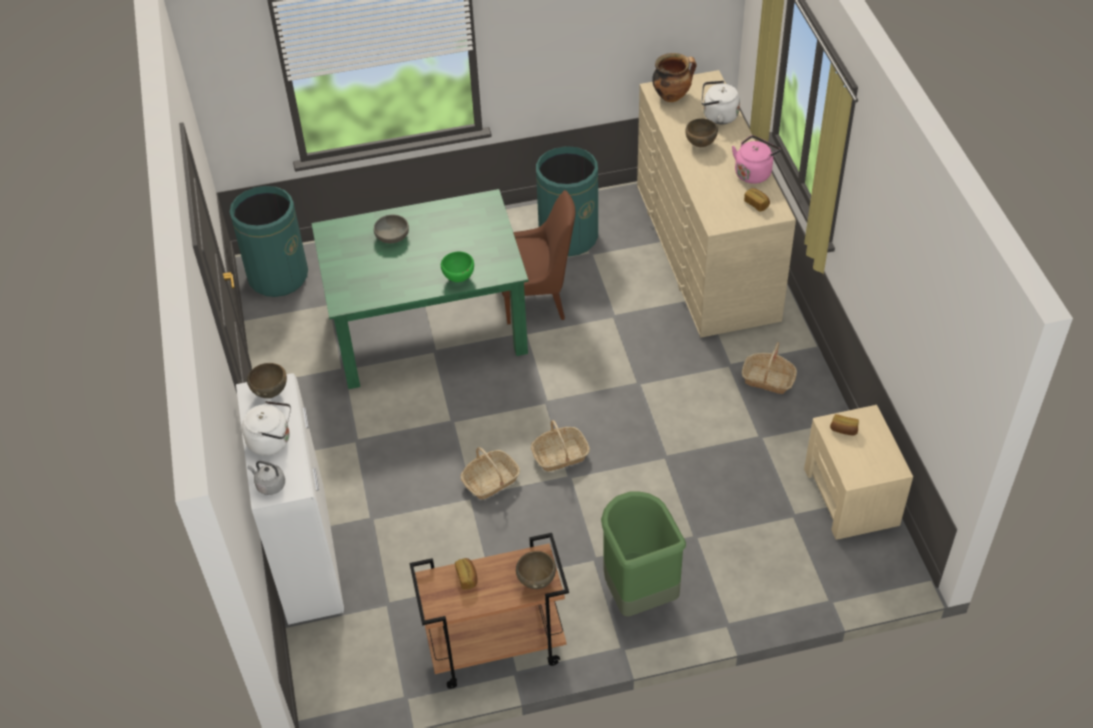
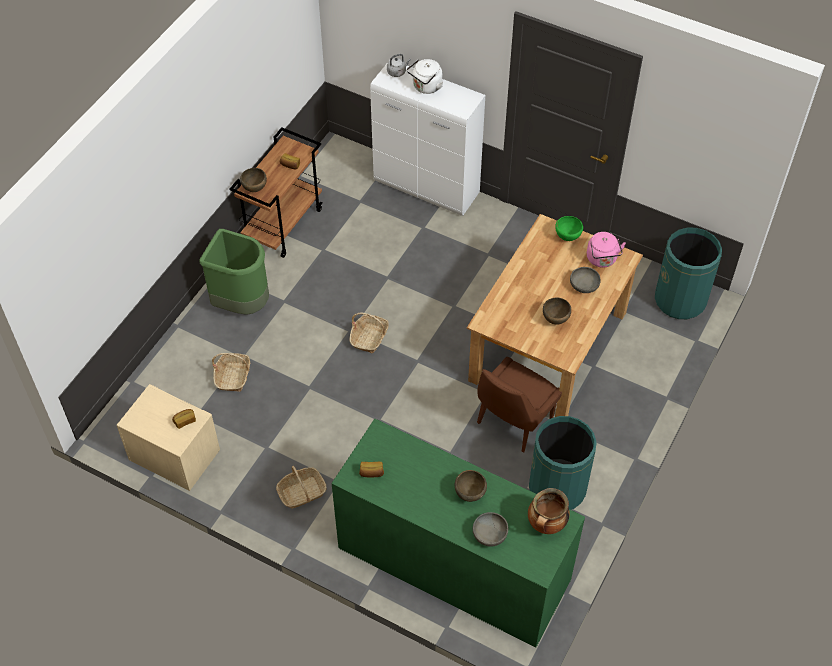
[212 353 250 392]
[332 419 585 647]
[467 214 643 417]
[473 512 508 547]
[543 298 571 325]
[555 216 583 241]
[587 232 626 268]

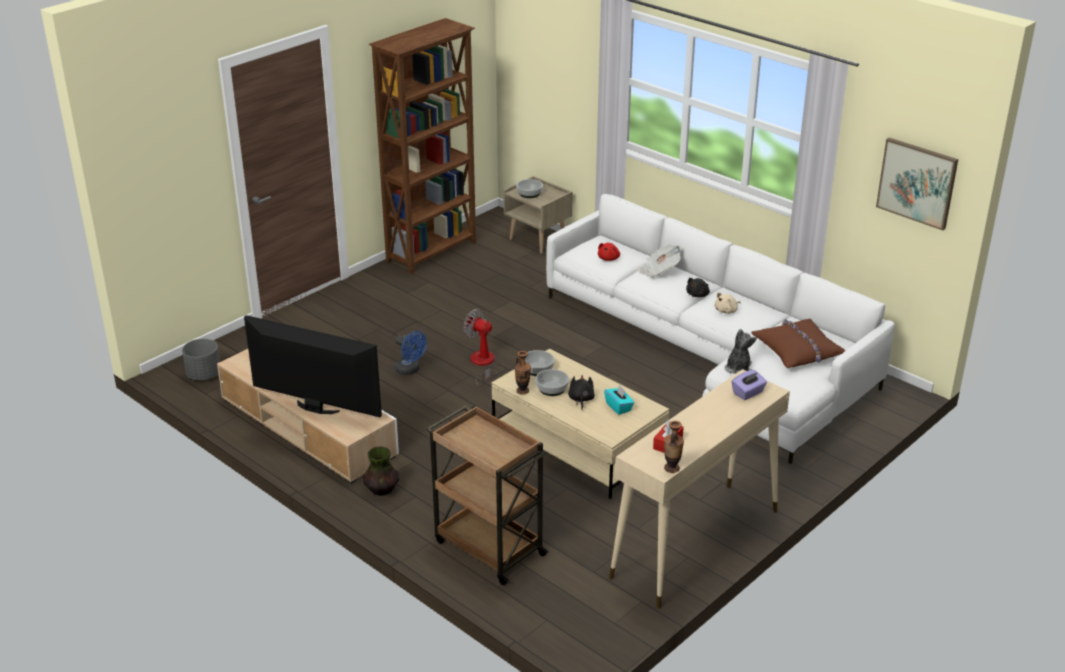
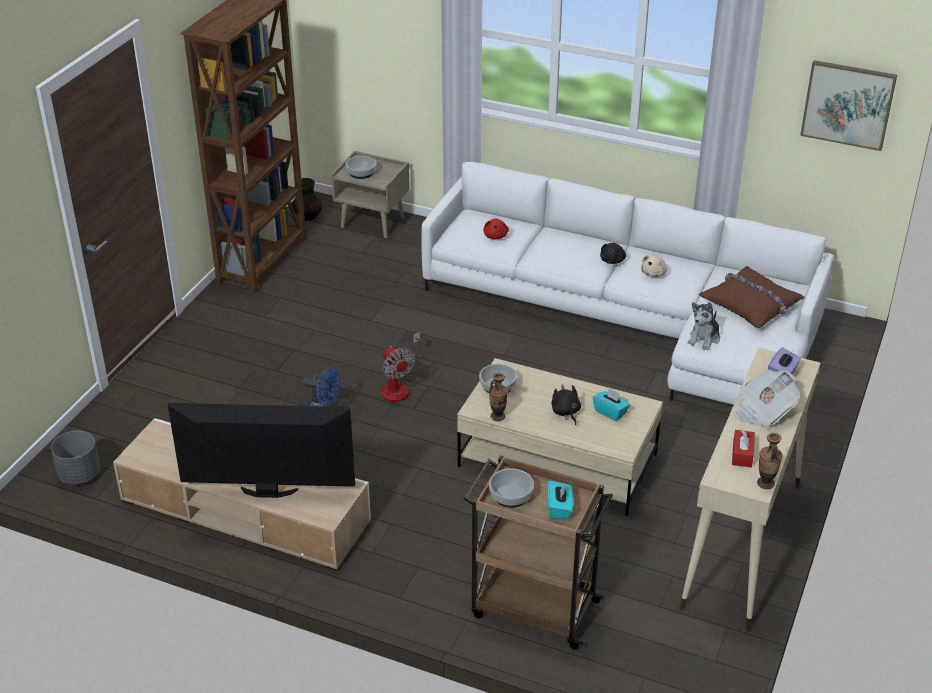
[292 178 323 221]
[381 332 423 402]
[489 468 534 508]
[547 481 573 519]
[688 302 720 350]
[734 370 800 429]

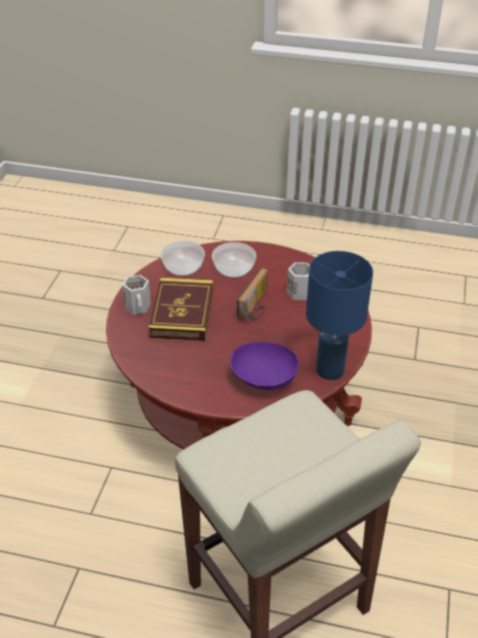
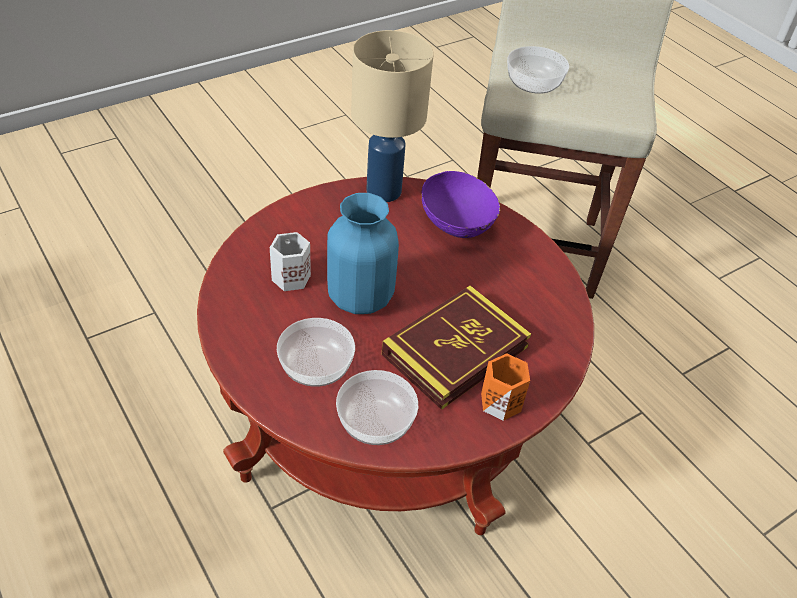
[327 193 399 314]
[351 30 434 202]
[481 353 530 421]
[507 46 569 94]

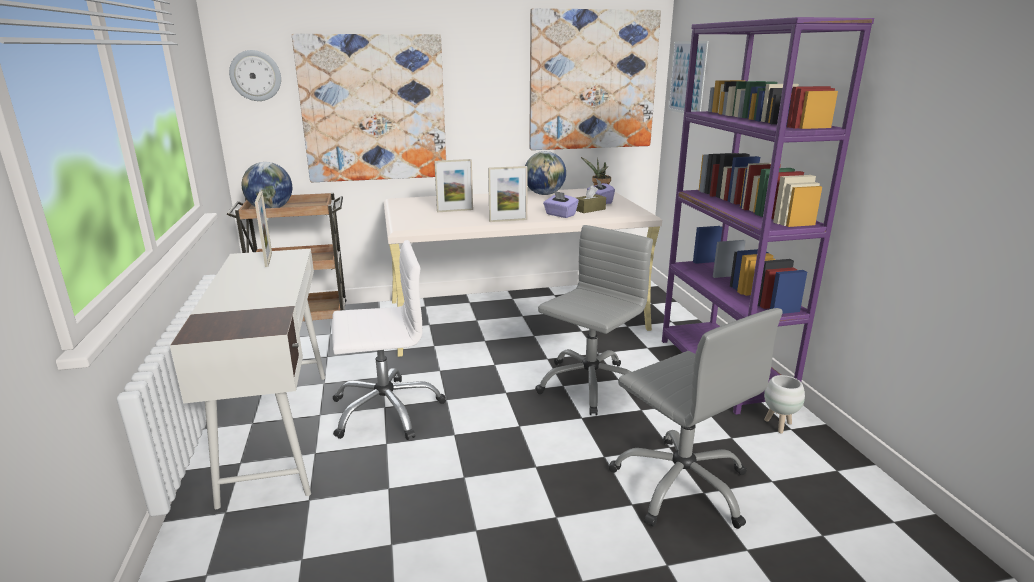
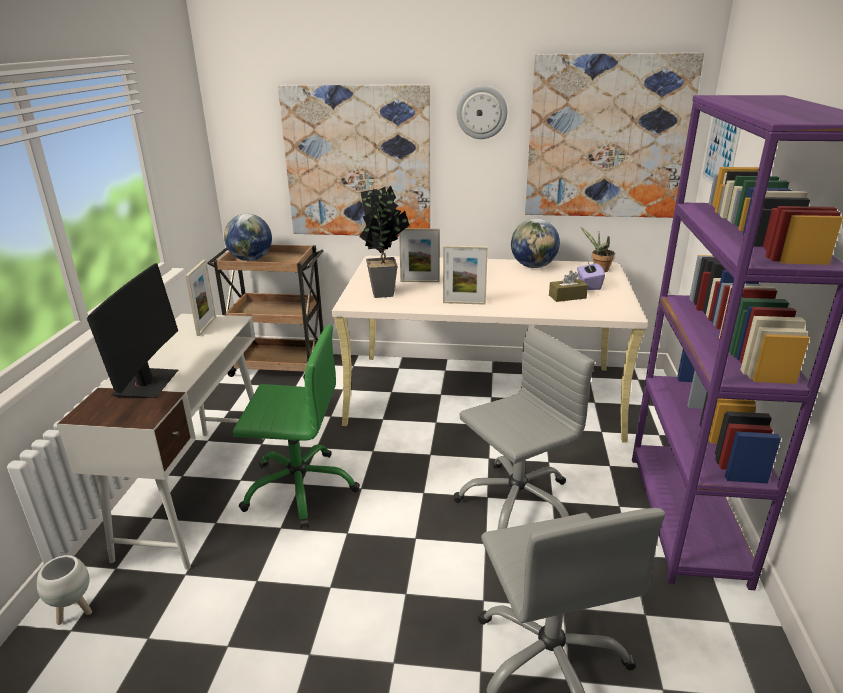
[37 555 92 625]
[87 263 178 398]
[233 324 360 529]
[359 185 409 298]
[457 86 507 139]
[543 191 579 218] (first image)

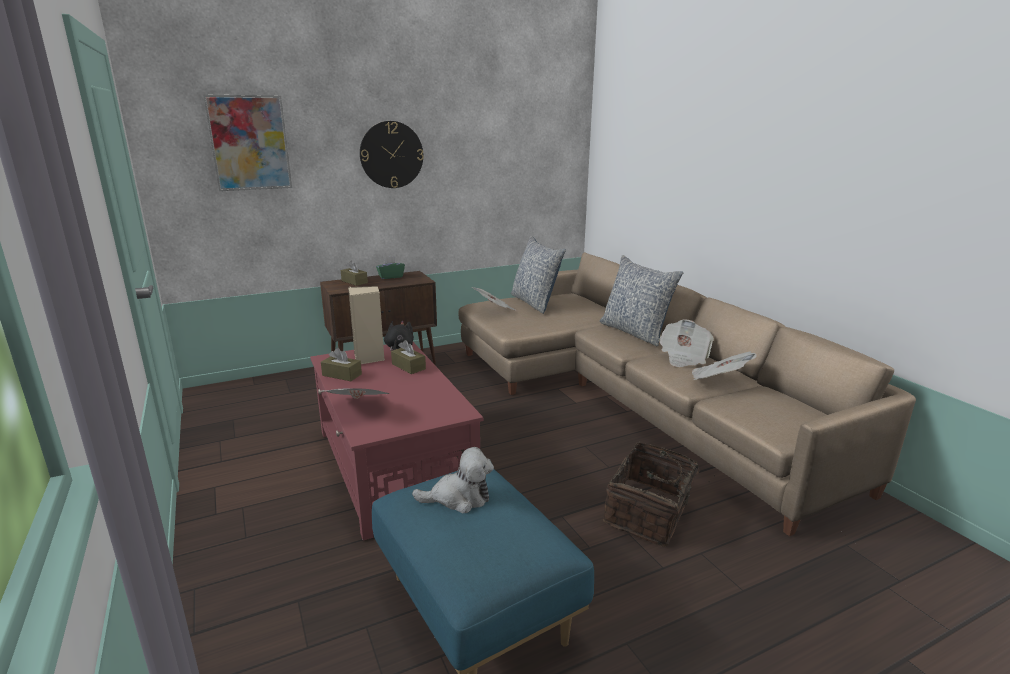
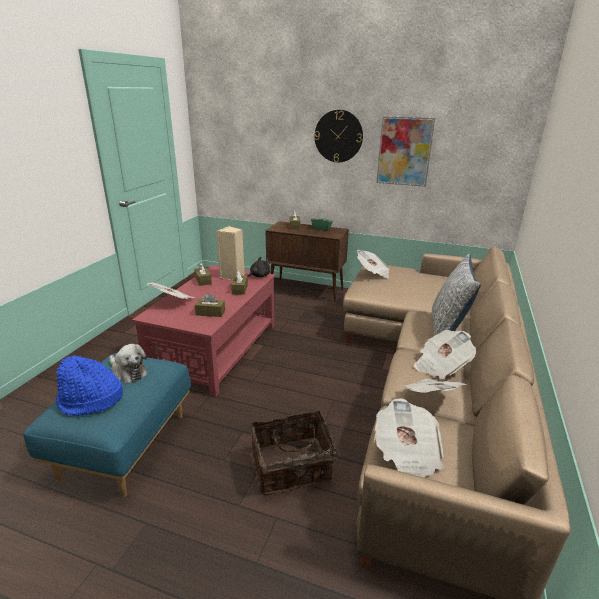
[56 355 123 416]
[195 293 225 317]
[374 398 444 477]
[376 116 435 187]
[511 236 566 314] (first image)

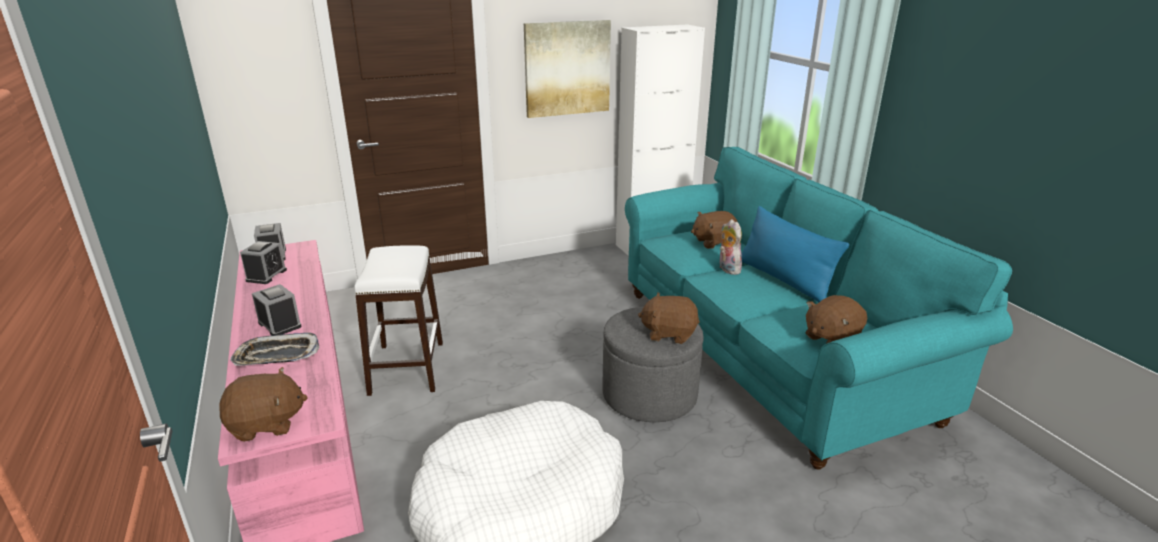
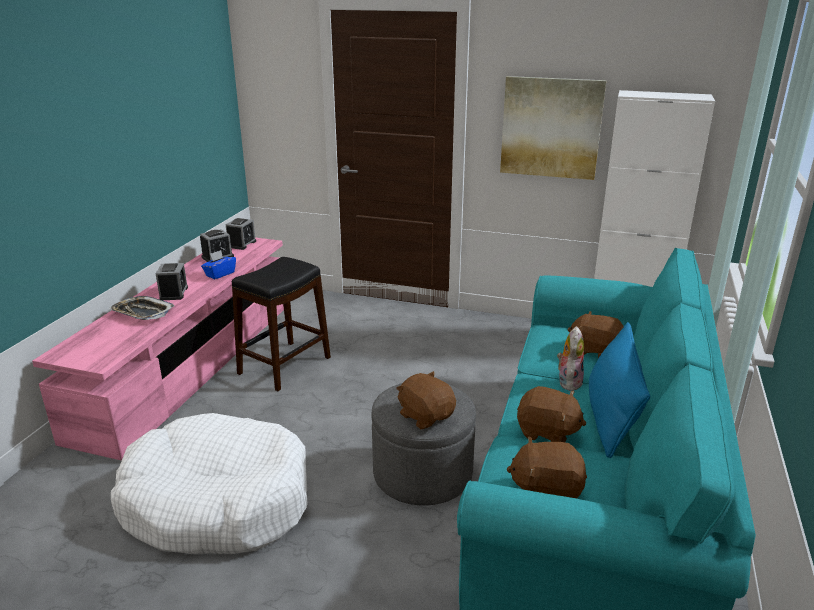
[201 250 236 279]
[232 257 331 391]
[517 386 586 442]

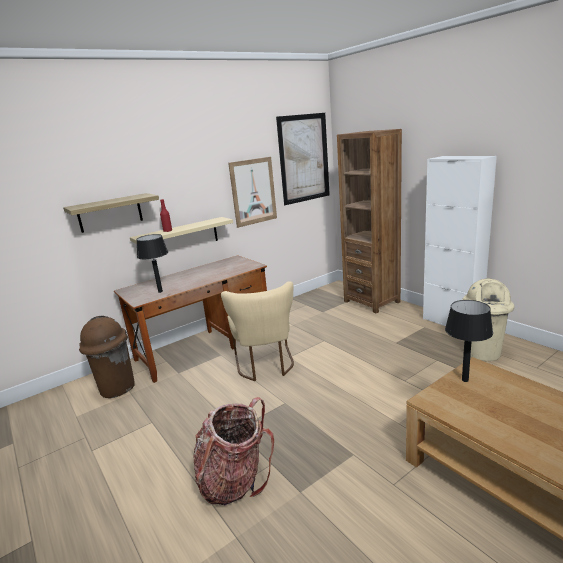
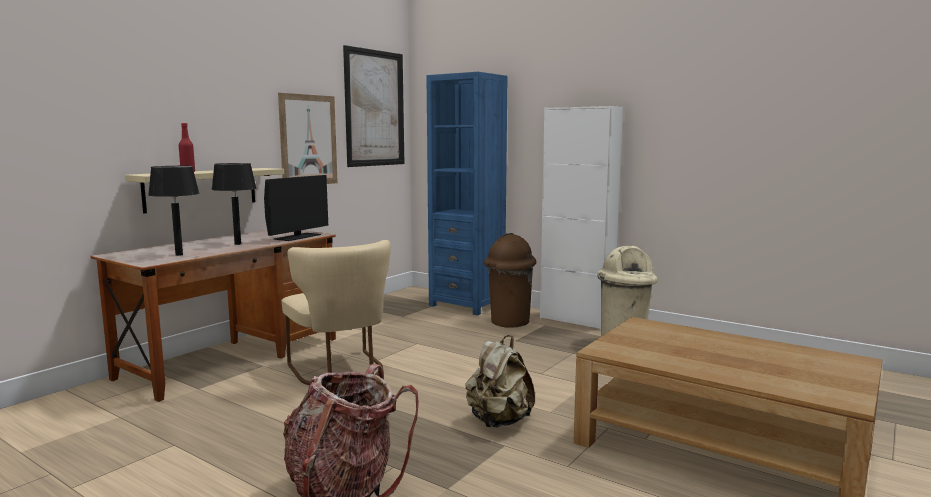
[211 163 257 245]
[264 175 328 241]
[426 72 508 315]
[466 335 535 427]
[484 233 536 328]
[63 193 159 233] (first image)

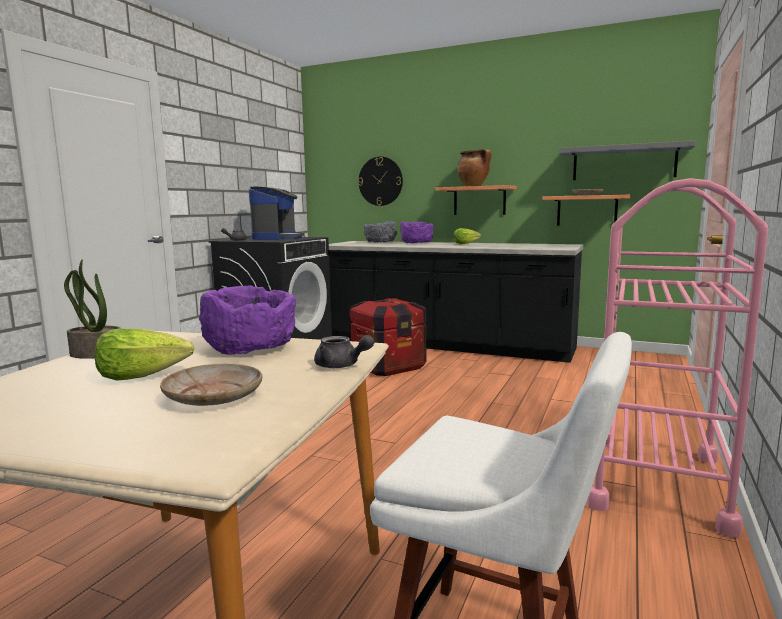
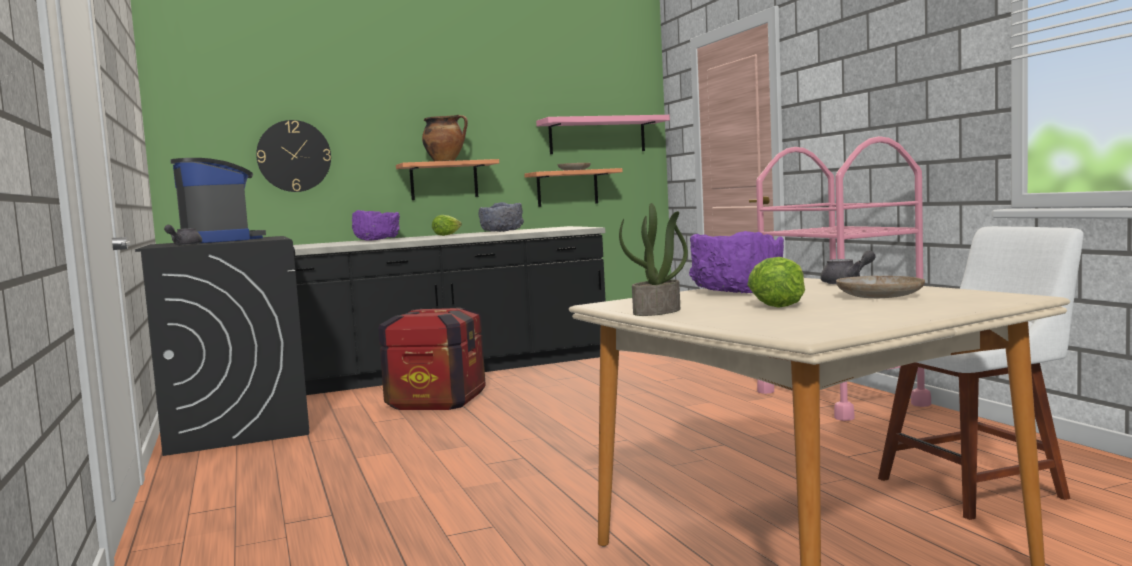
[478 202 524 232]
[536 115 670 154]

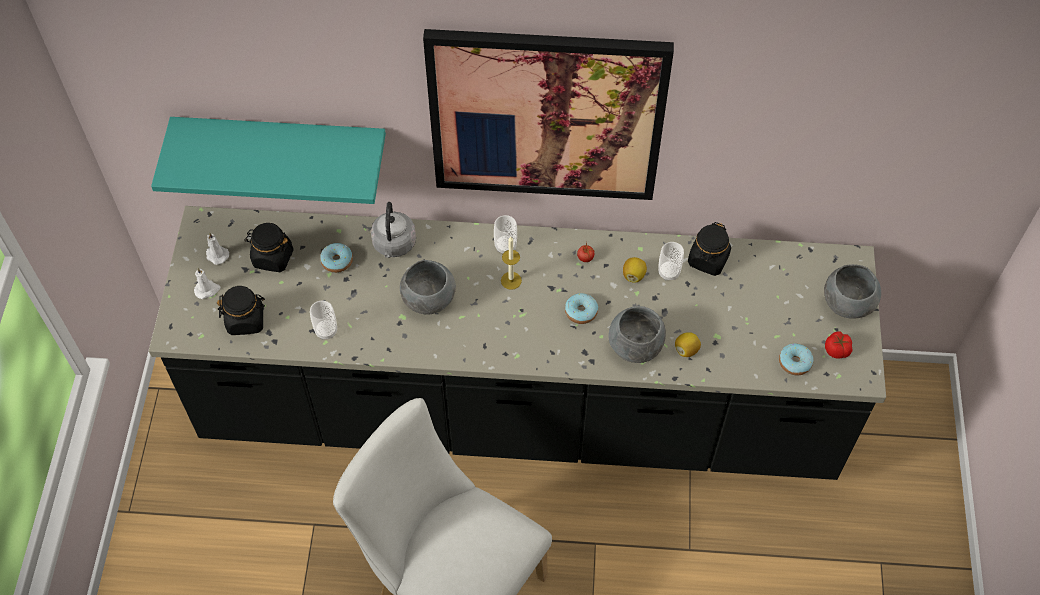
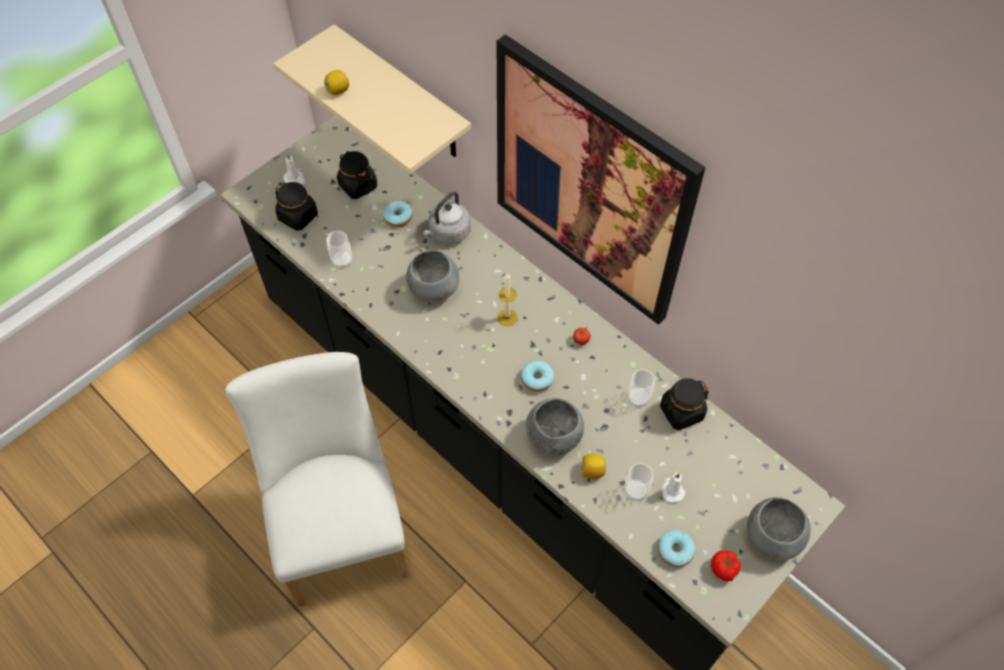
[273 24 471 174]
[324 70 349 95]
[624 463 653 501]
[661 472 685 503]

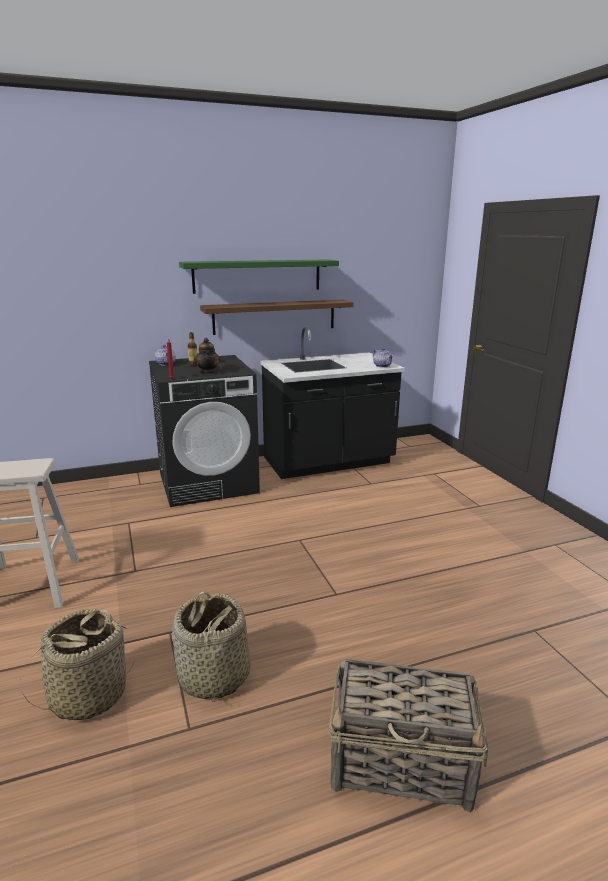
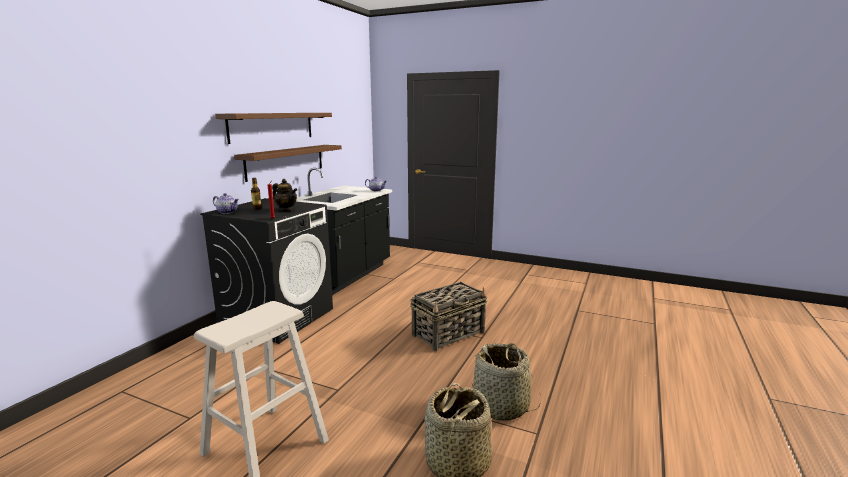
[215 113 332 144]
[410 282 487 351]

